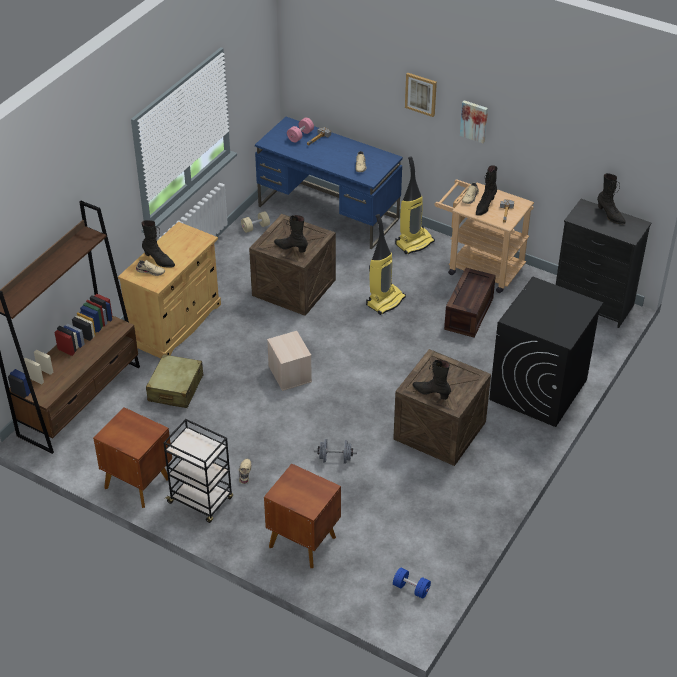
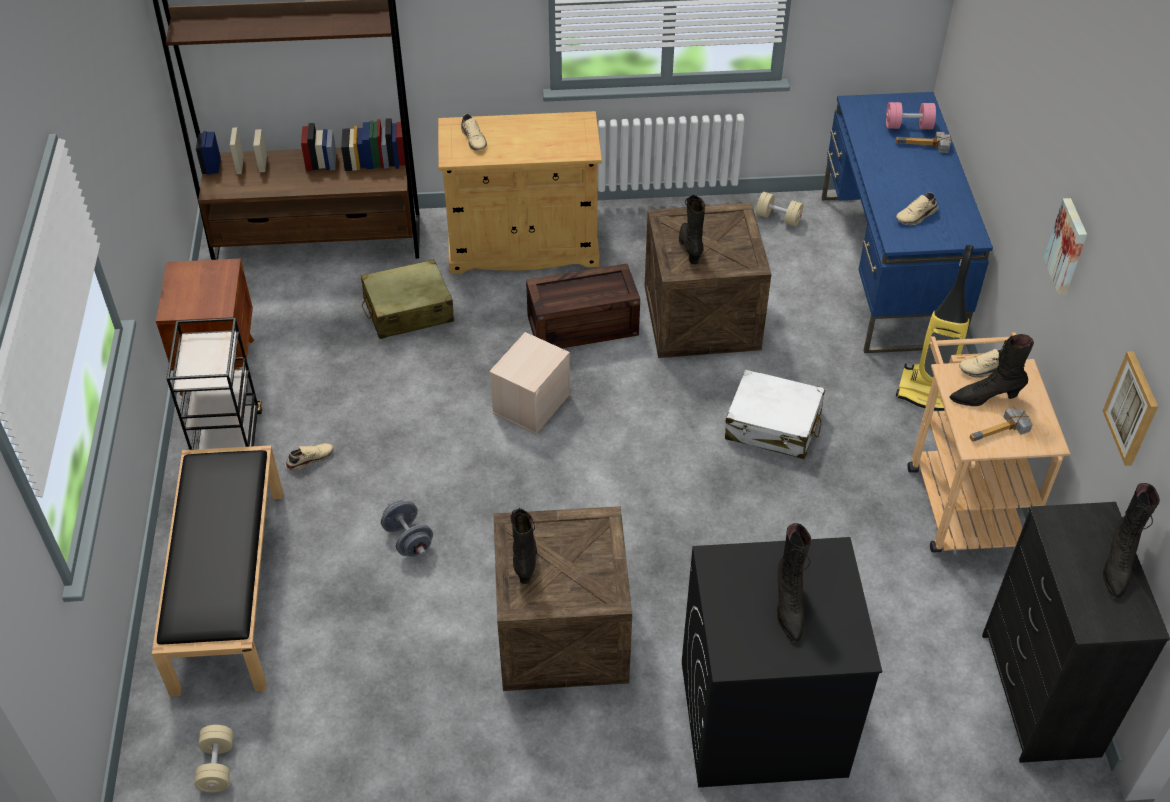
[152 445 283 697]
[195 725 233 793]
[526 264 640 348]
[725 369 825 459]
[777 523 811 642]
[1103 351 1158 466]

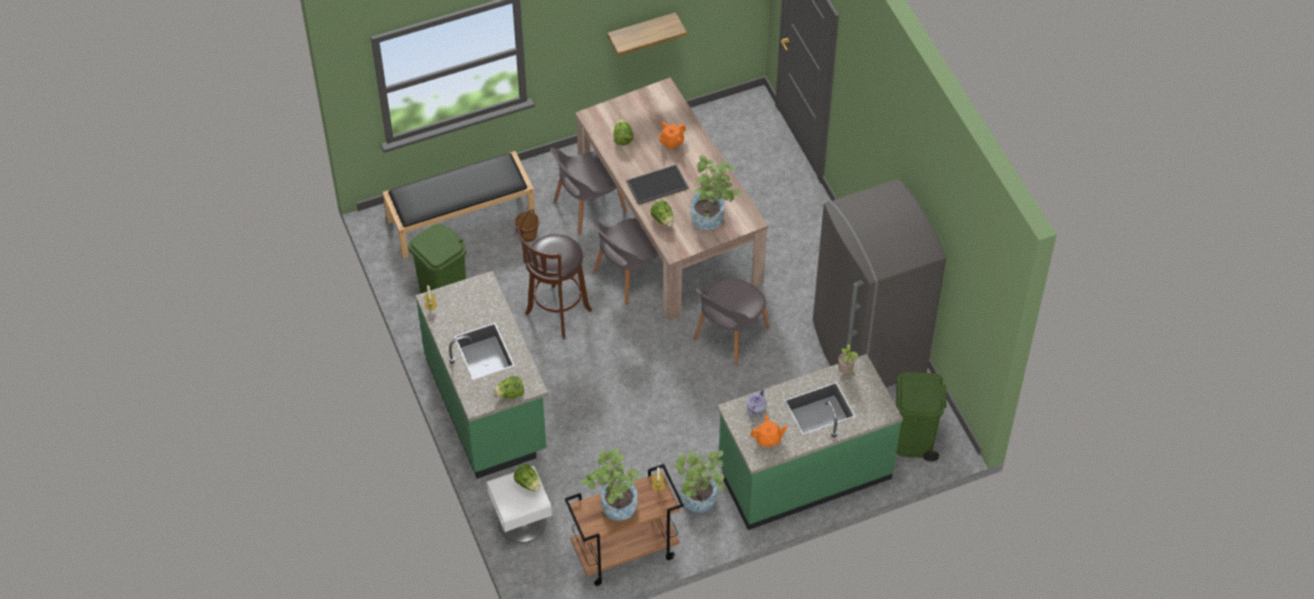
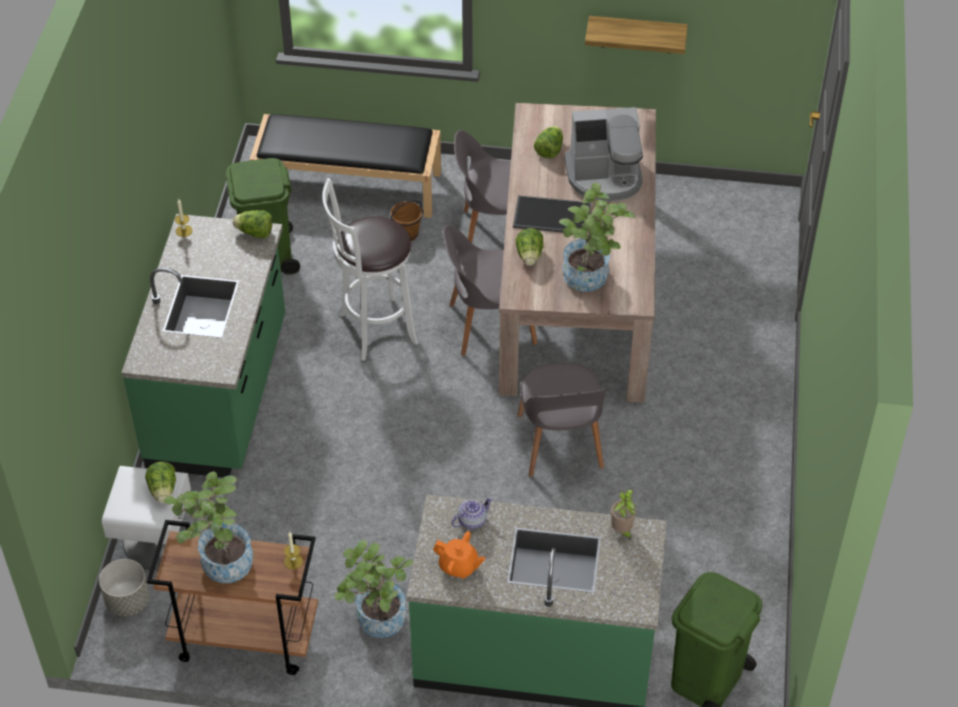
[99 559 150 617]
[233 210 272 239]
[322 178 418 361]
[518 363 608 477]
[564 107 643 202]
[813 179 946 387] (first image)

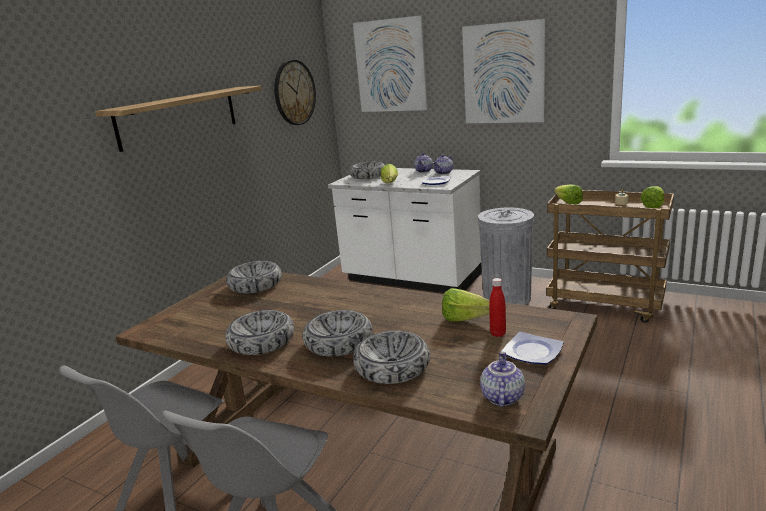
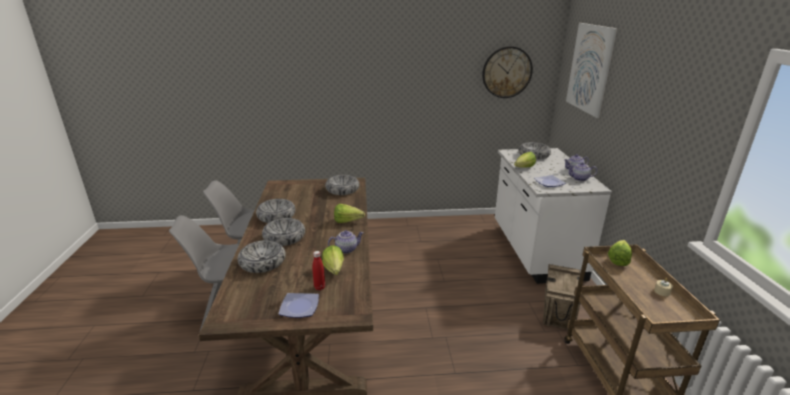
[328 230 364 254]
[334 204 365 223]
[543 264 581 331]
[95 86 262 152] (first image)
[462 19 546 123] (first image)

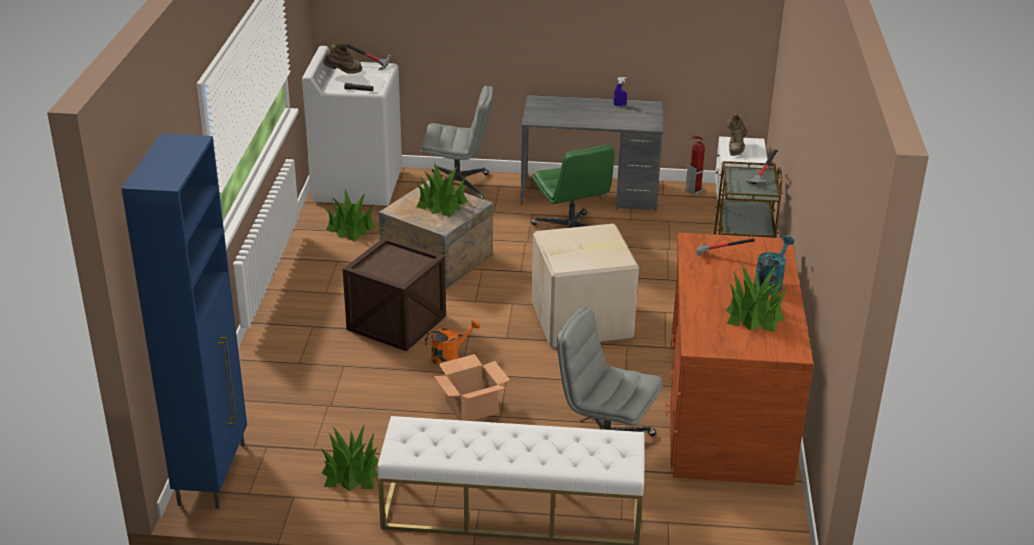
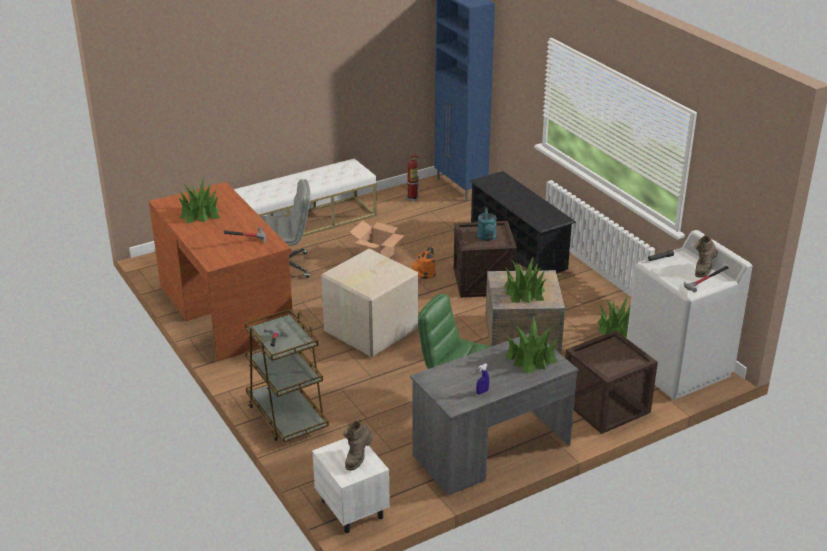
[343 420 374 471]
[406 155 419 201]
[470 171 576 273]
[477 208 497 241]
[505 316 559 374]
[565 330 658 434]

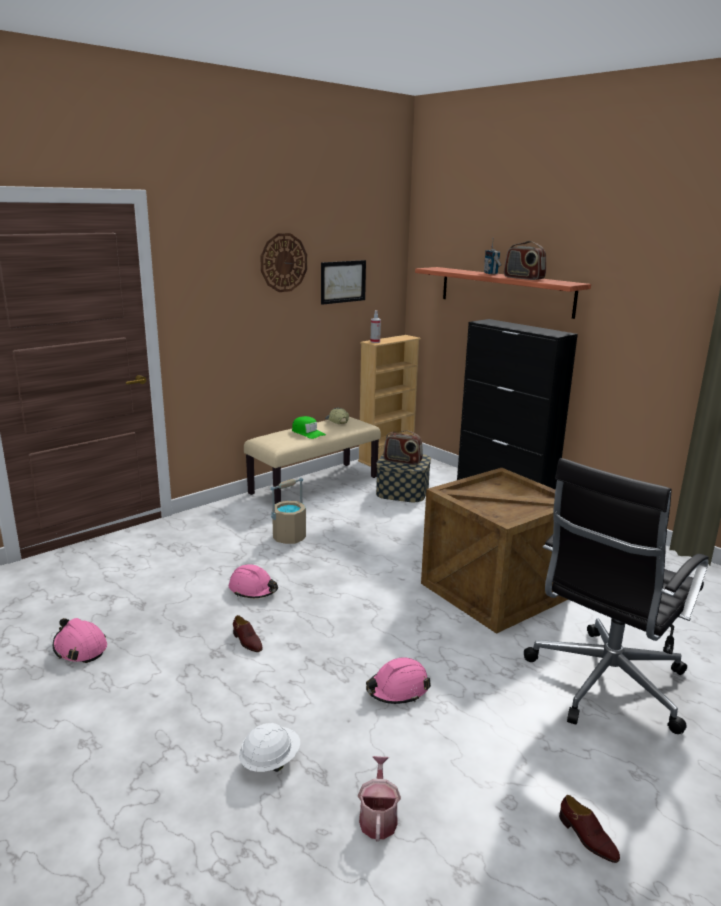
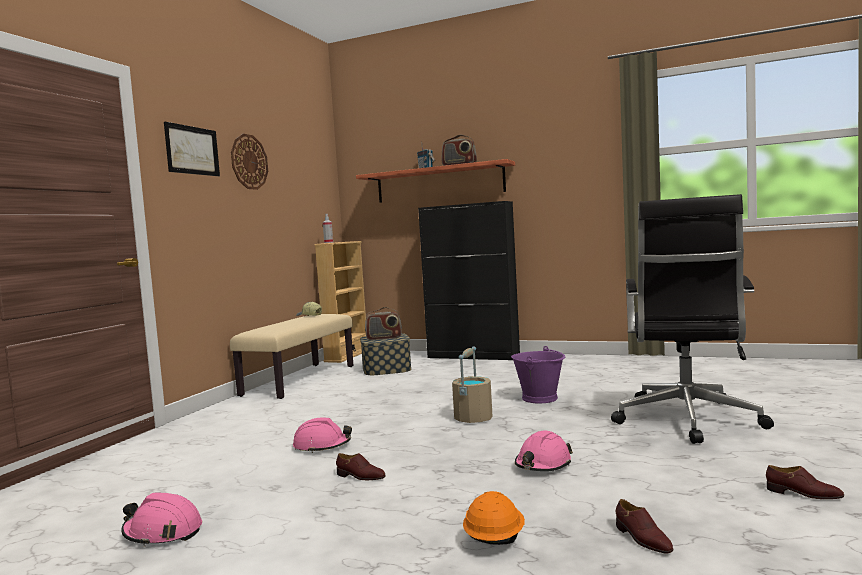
[164 122 220 176]
[452 347 493 423]
[463 491 525 545]
[511 346 565 403]
[616 499 673 554]
[292 416 326 439] (first image)

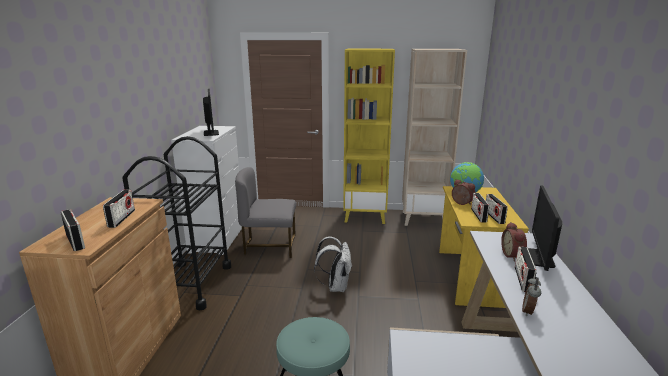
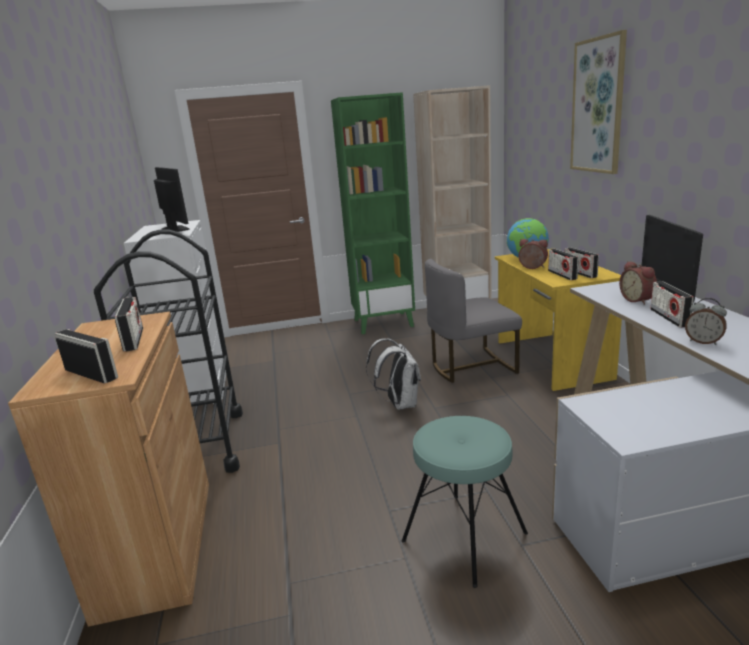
[331 92 415 334]
[425 259 522 383]
[570 30 627 174]
[685 298 727 345]

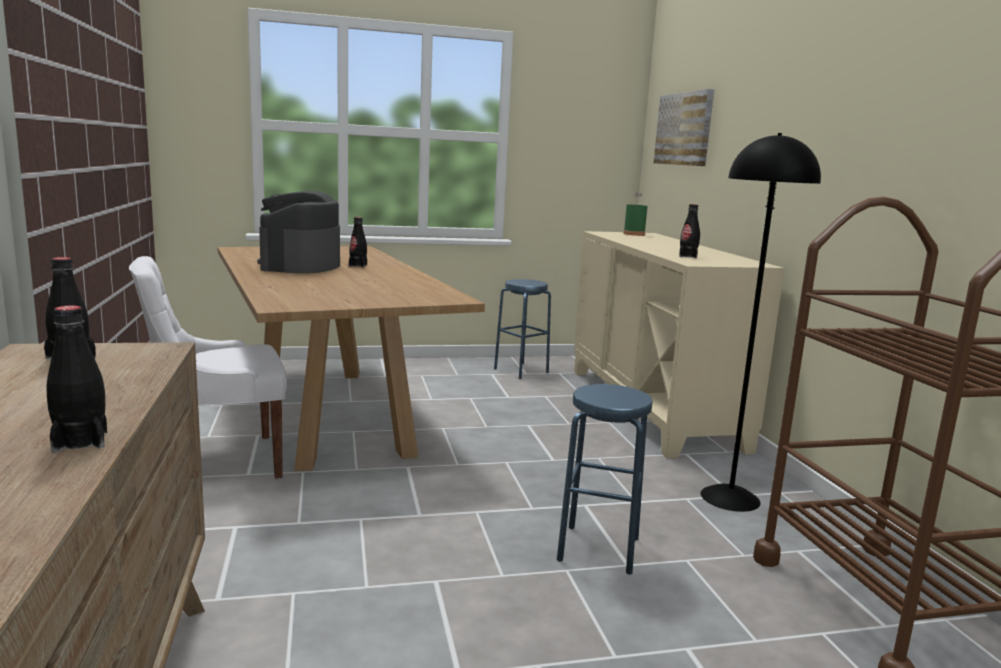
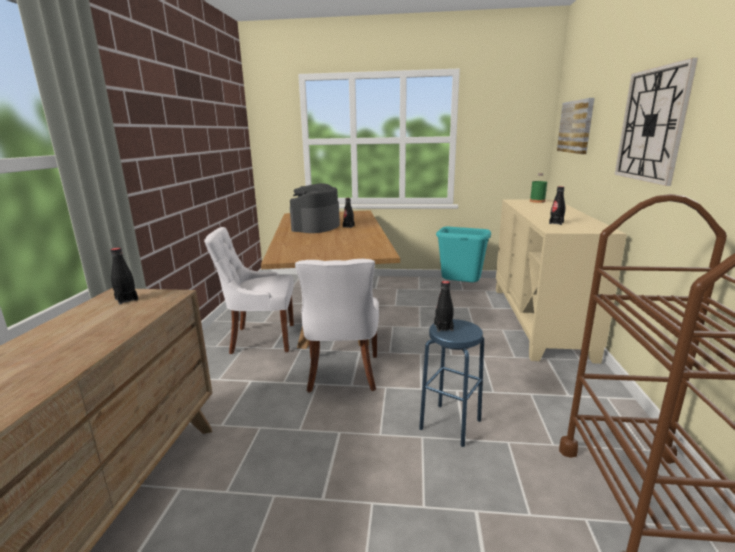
[295 259 379 393]
[434 281 454 332]
[436 227 491 282]
[614 58 698 186]
[701 133 821 512] (first image)

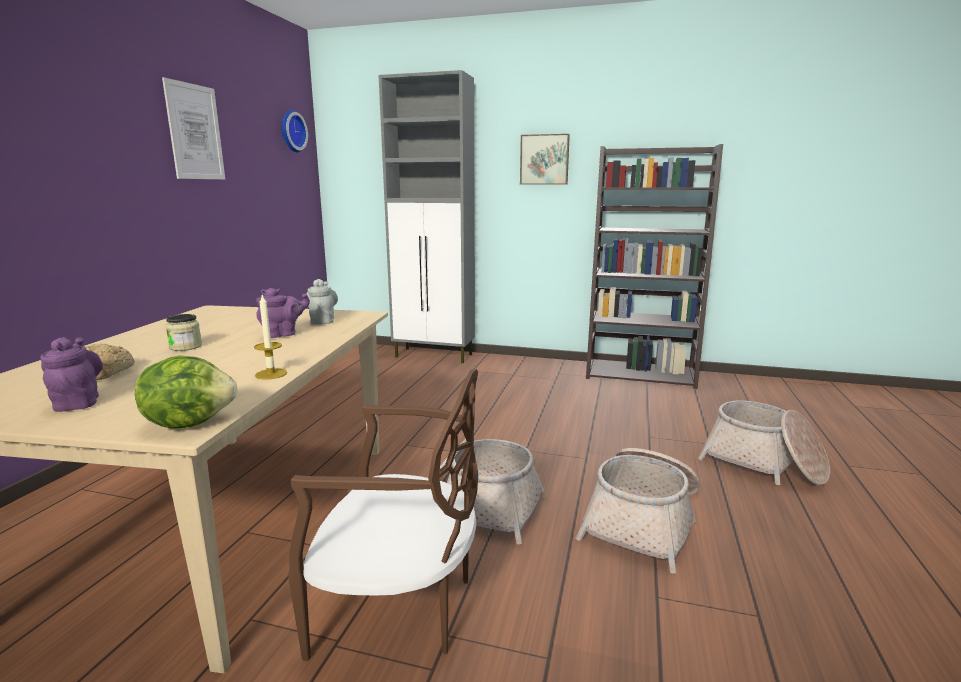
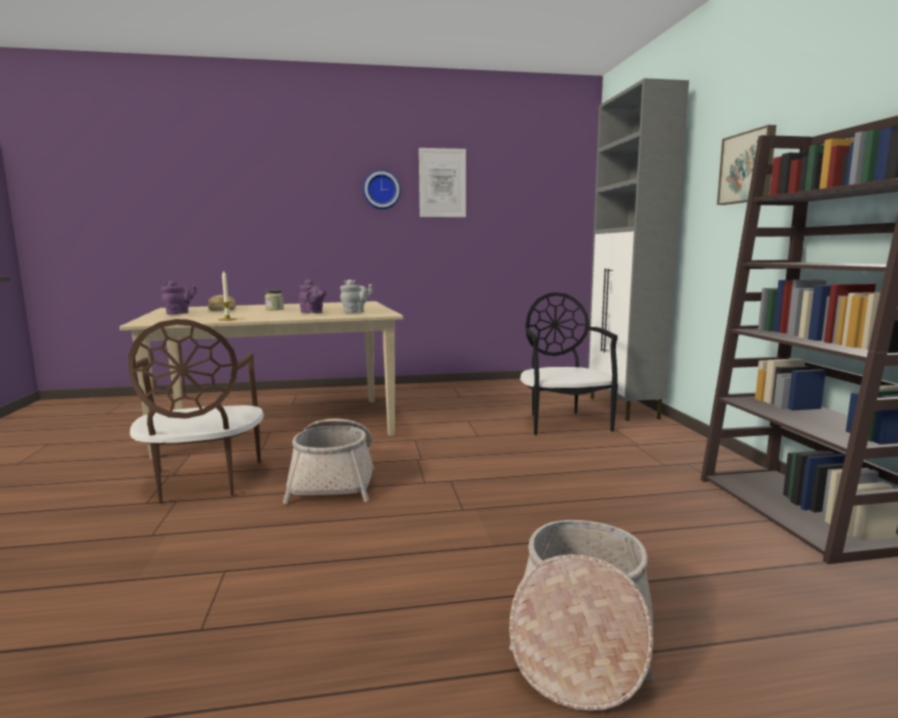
[363 170 401 209]
[520 292 618 435]
[135 355 237 429] (first image)
[576 448 700 574] (first image)

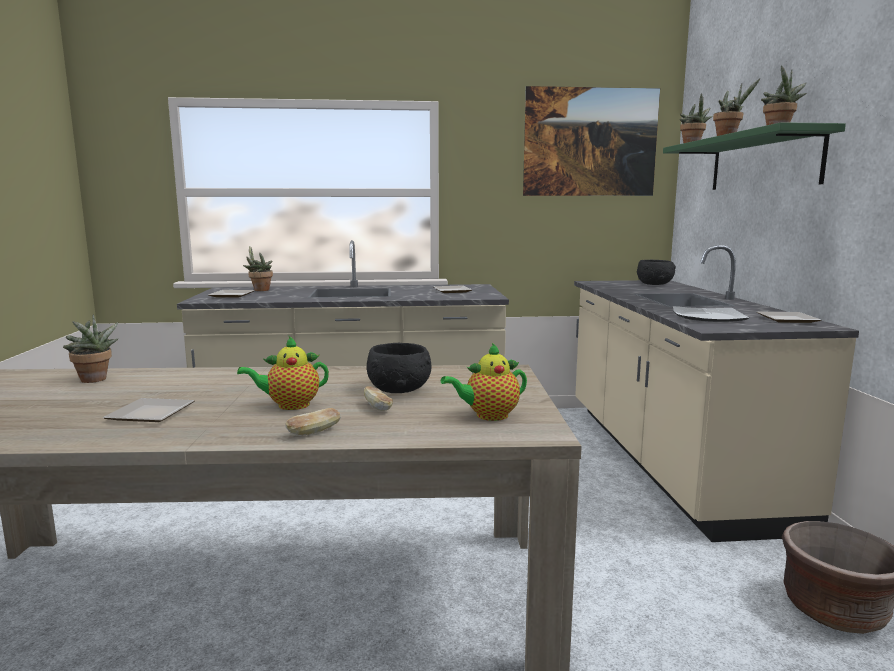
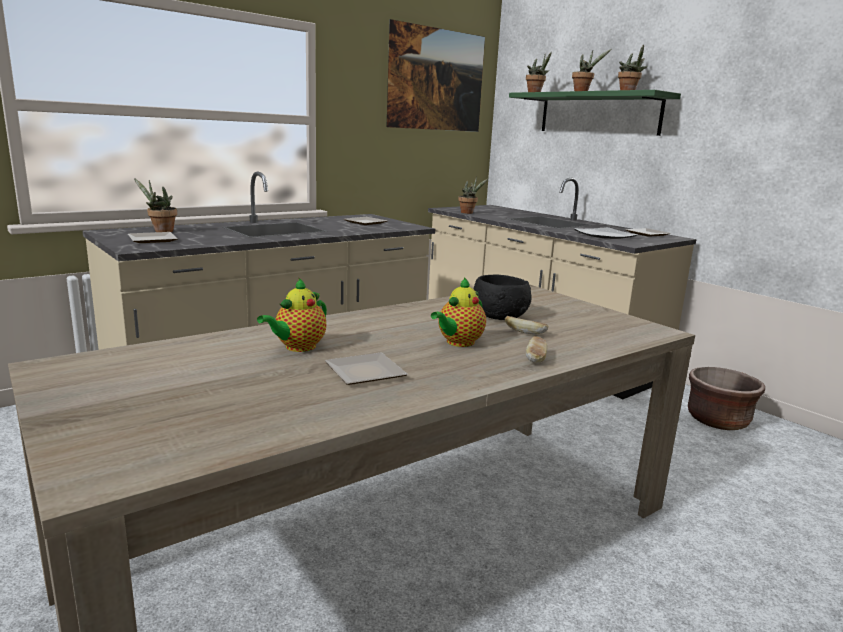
[257 278 327 352]
[458 177 488 214]
[637 260 676 285] (first image)

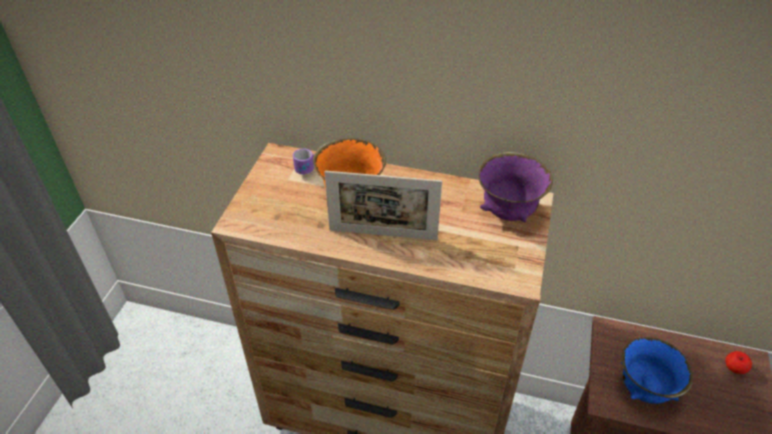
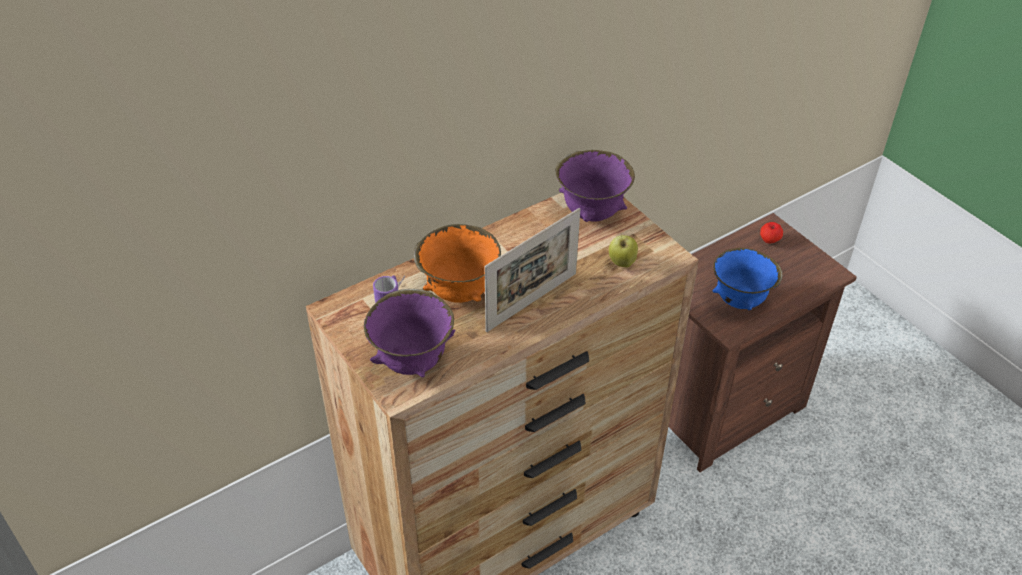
[364 289 456 377]
[609 234 638 267]

